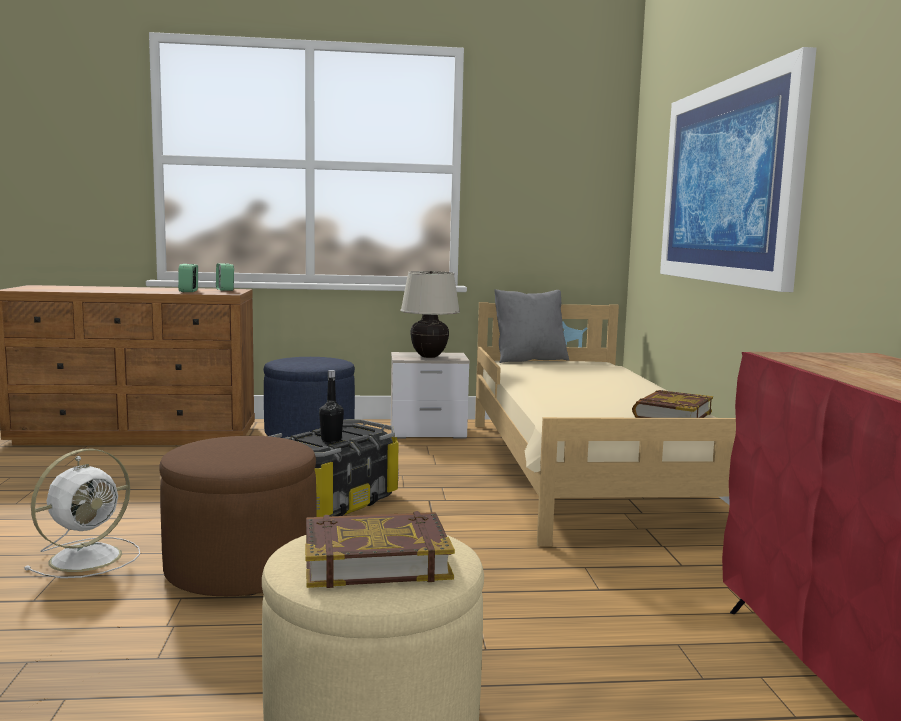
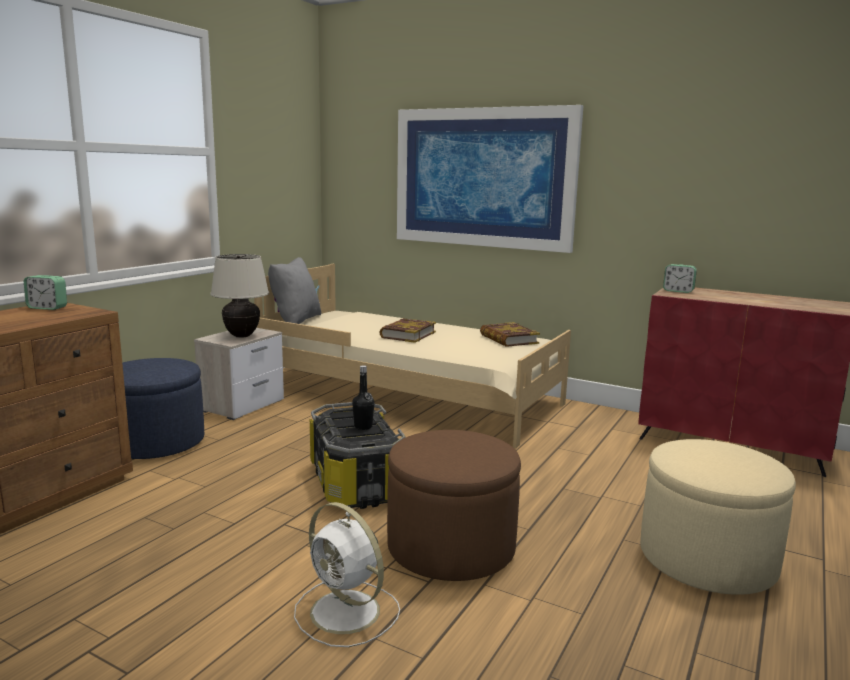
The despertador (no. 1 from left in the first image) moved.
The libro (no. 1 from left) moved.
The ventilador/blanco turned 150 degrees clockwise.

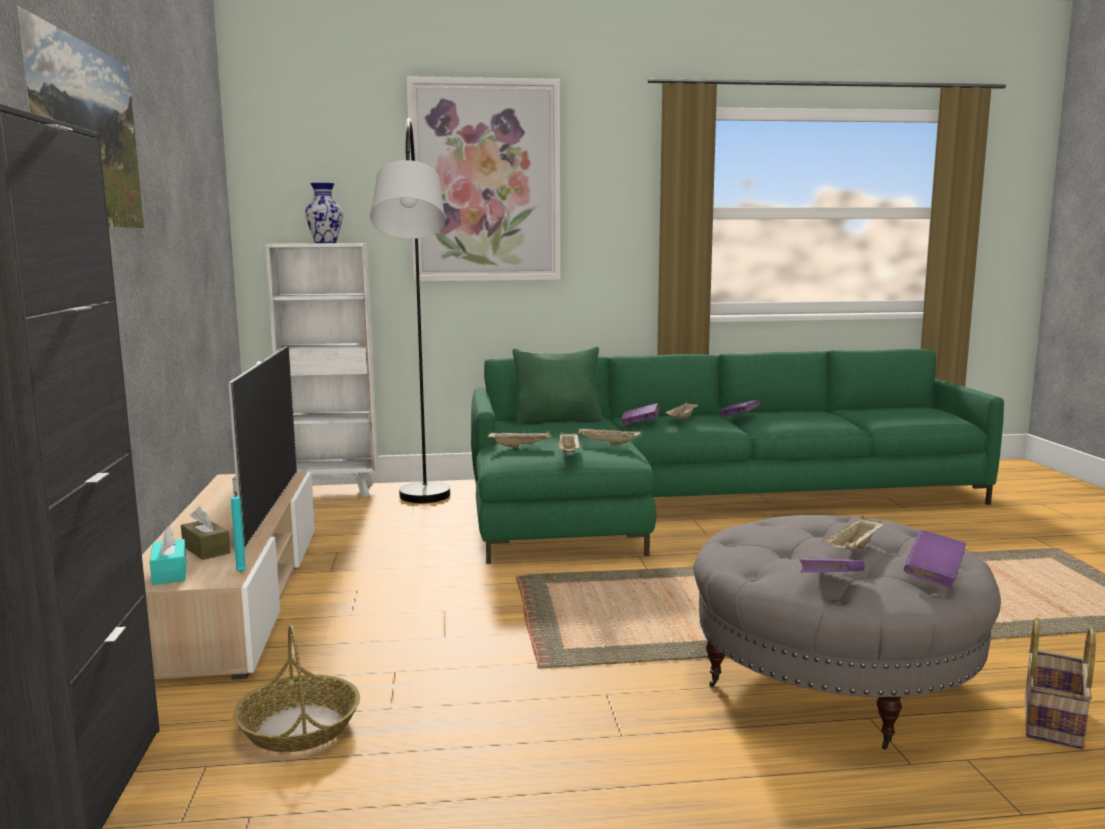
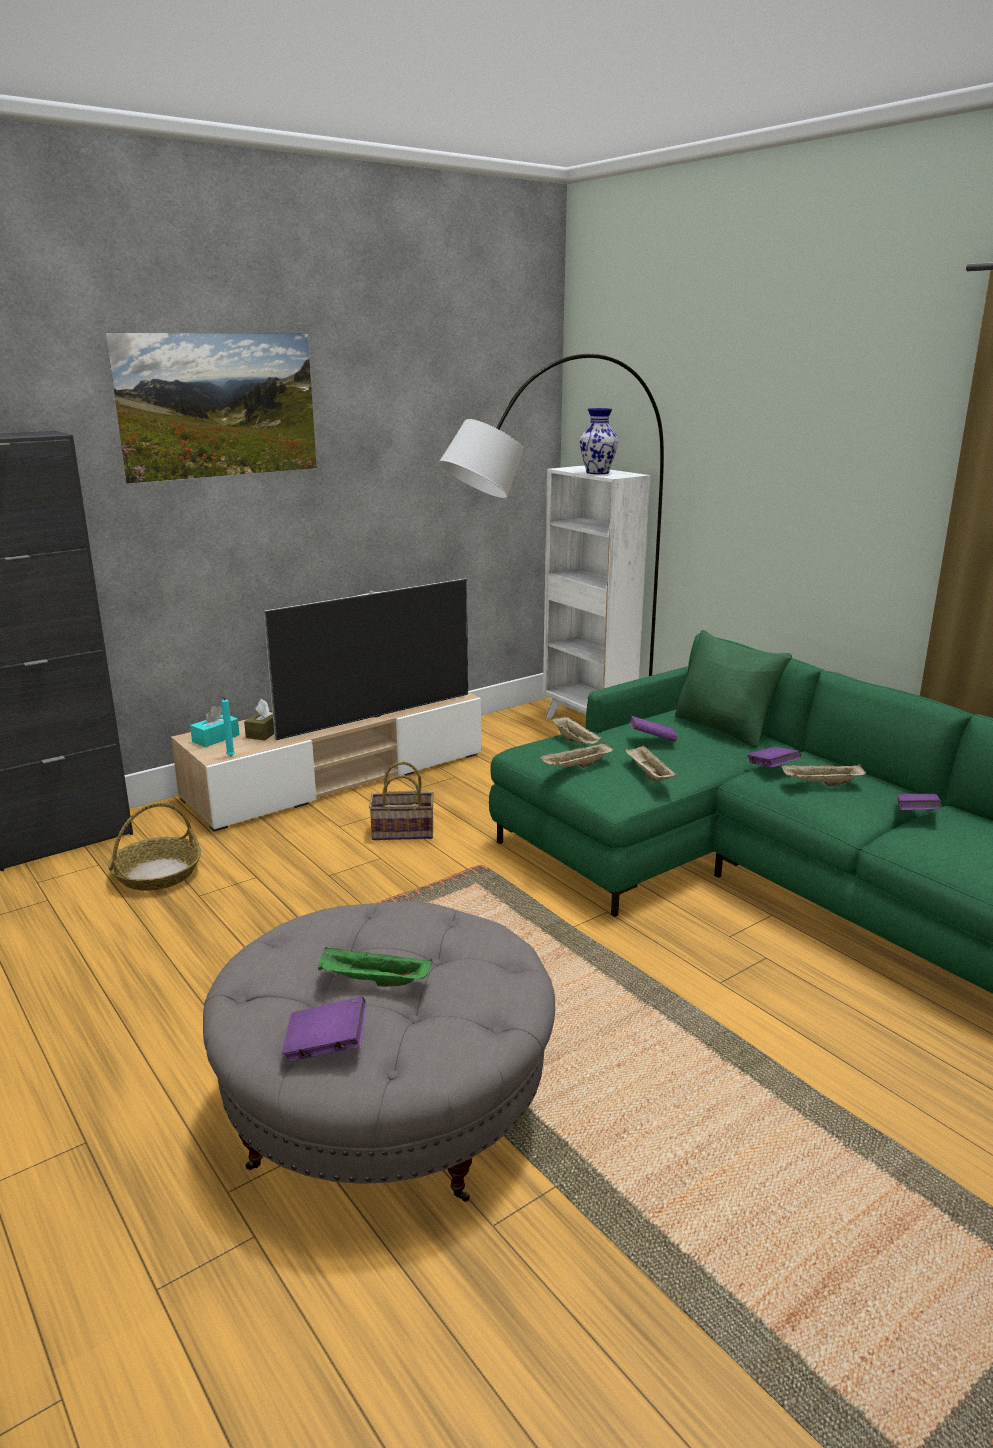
The cuadro (no. 2 from left) disappeared.
The libro/morado (no. 3 from left in the first image) moved.
The cesta (no. 2 from left) moved.
The bandeja/beis (no. 5 from left) became the bandeja/verde.

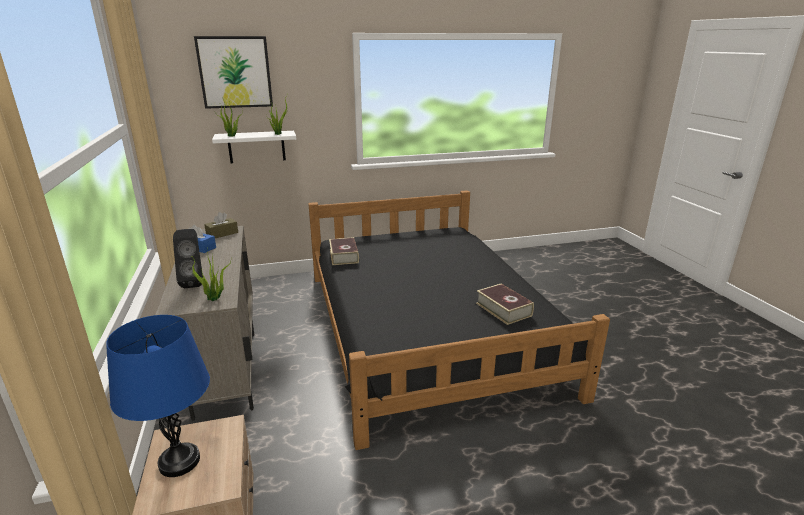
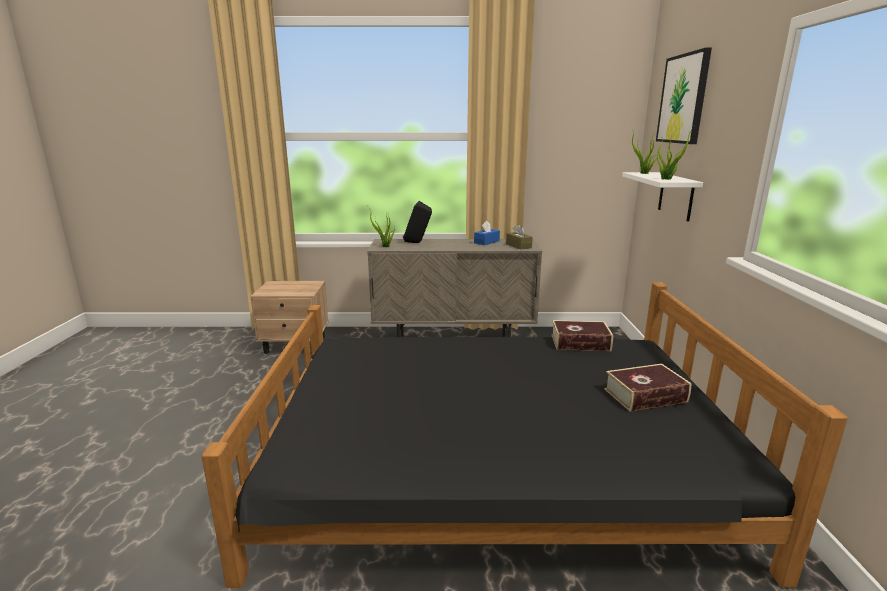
The lámpara de mesa/azul disappeared.
The libro (no. 2 from left) moved.

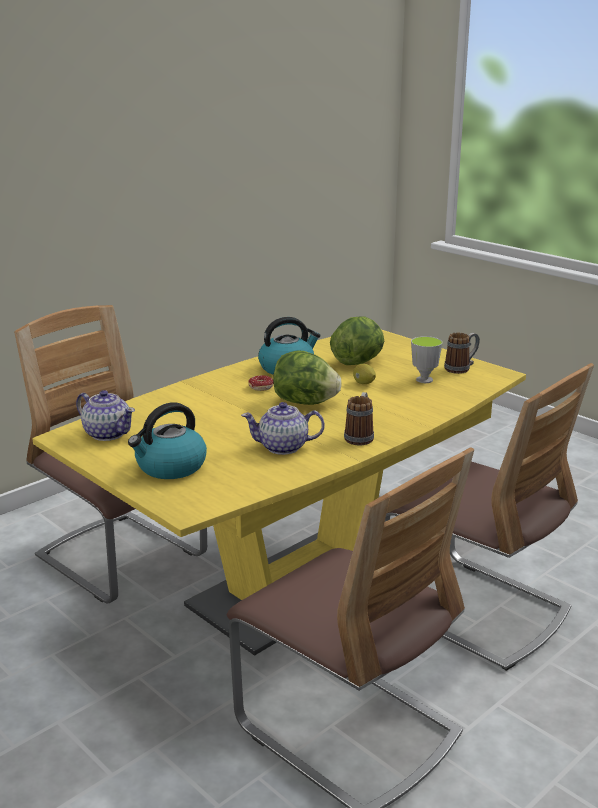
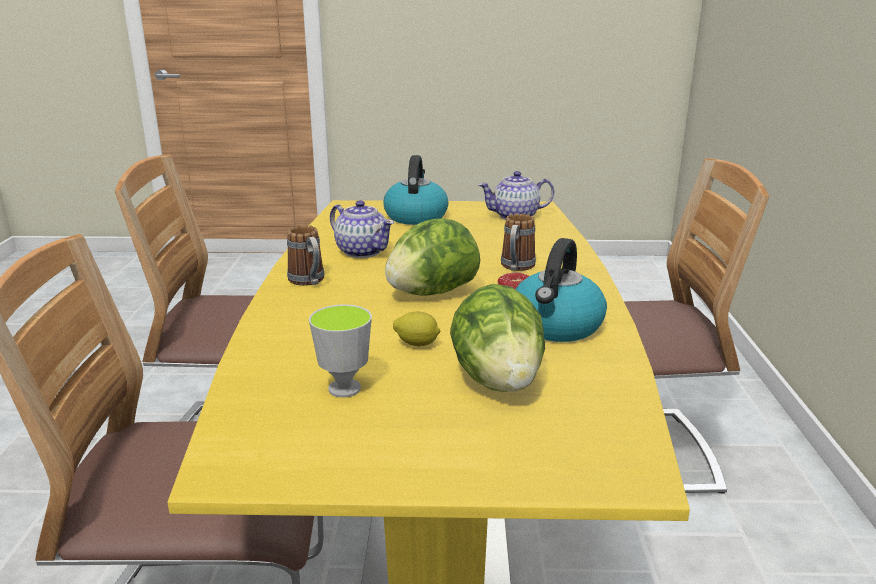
The taza grande (no. 2 from left) moved.
The tetera (no. 2 from left in the first image) turned 90 degrees clockwise.

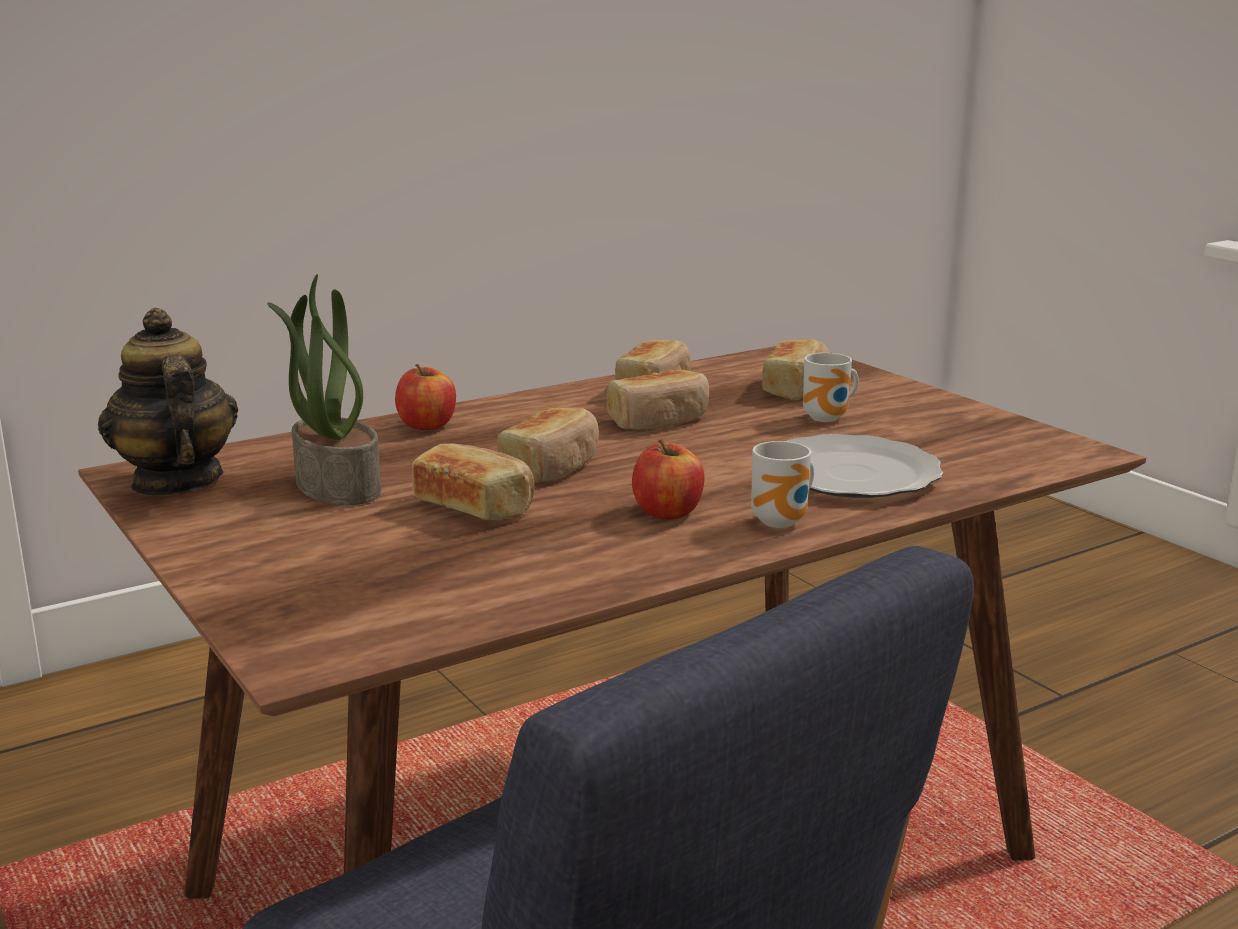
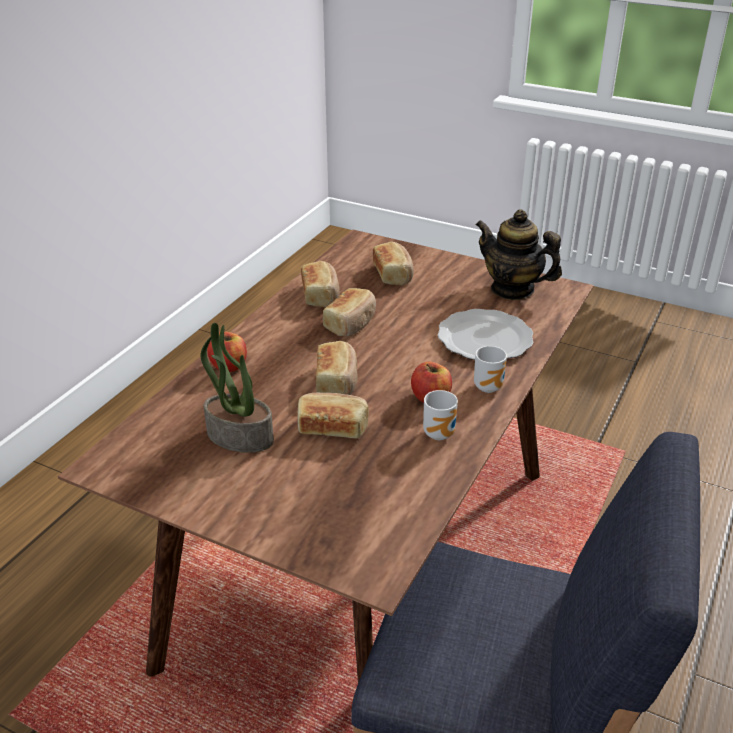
The tetera moved.
The taza grande (no. 2 from left in the first image) moved.

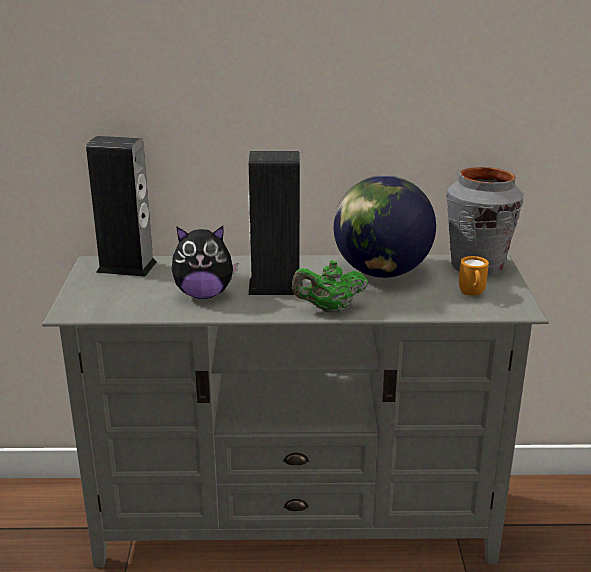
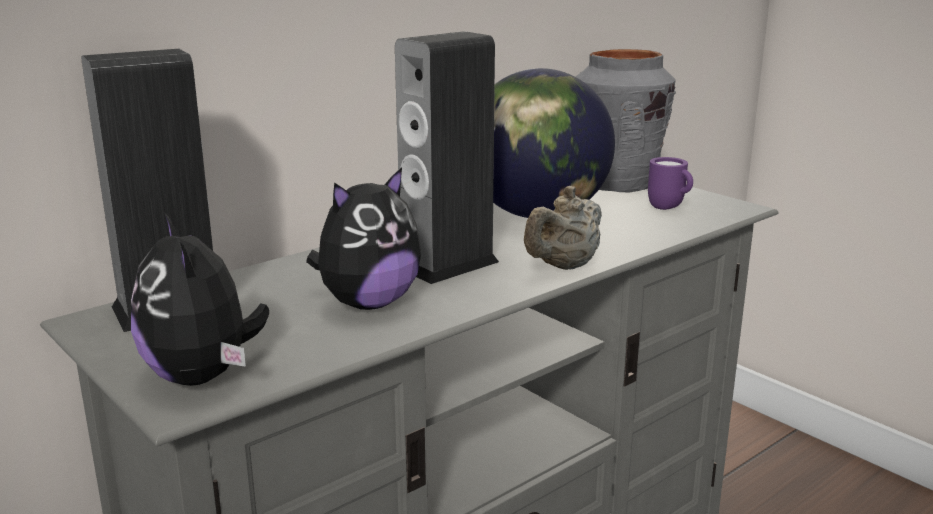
The peluche (no. 1 from left) appeared.
The tetera/verde became the tetera/beis.
The taza grande/naranja became the taza grande/morado.

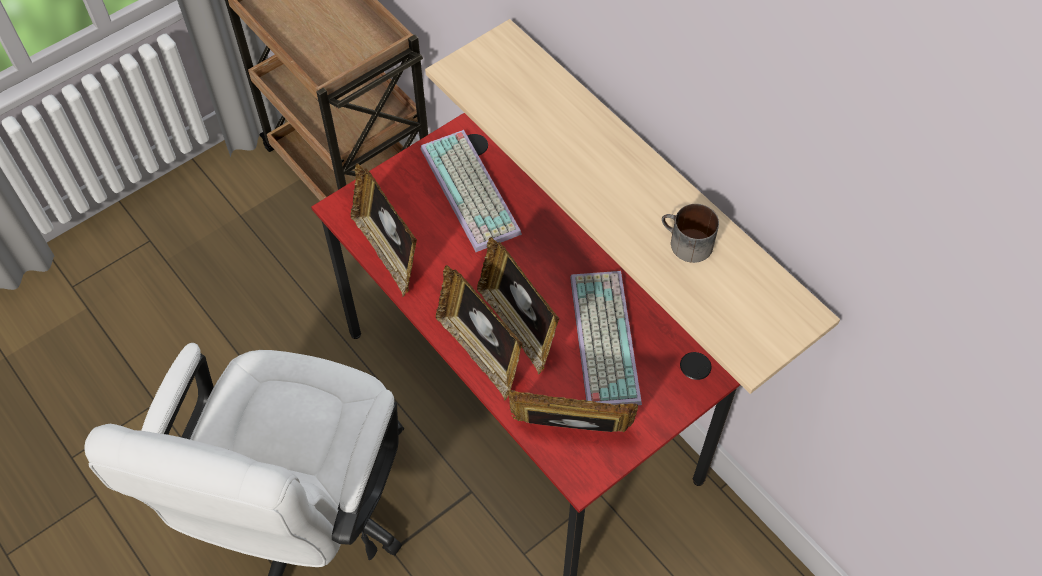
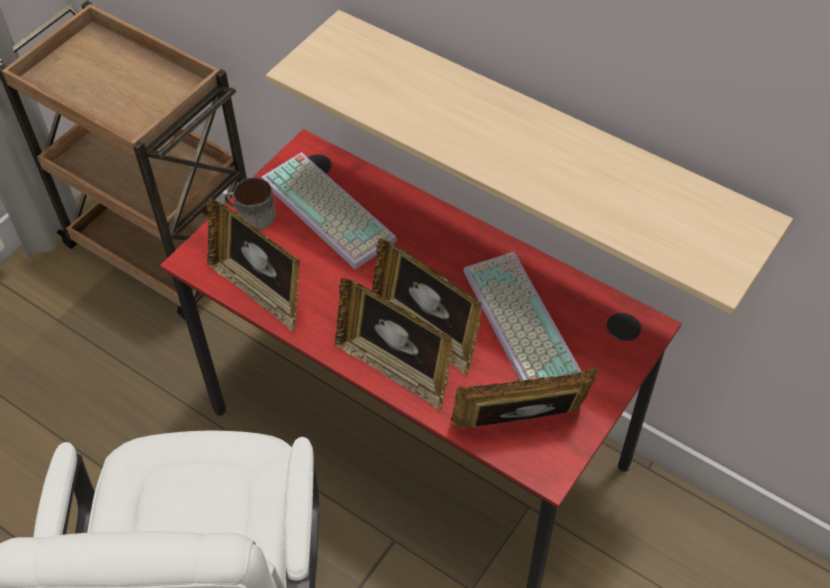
The taza grande moved.

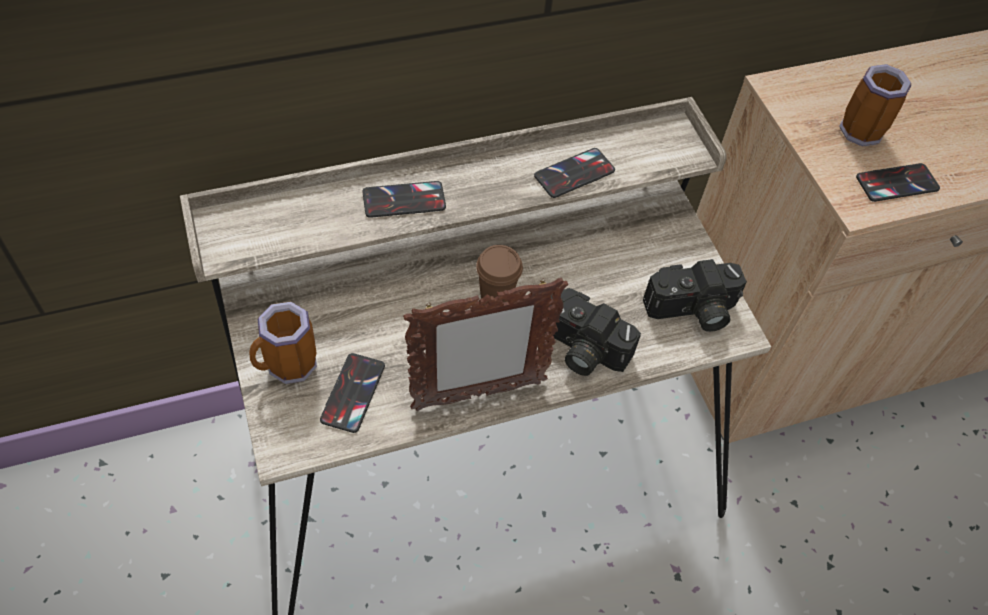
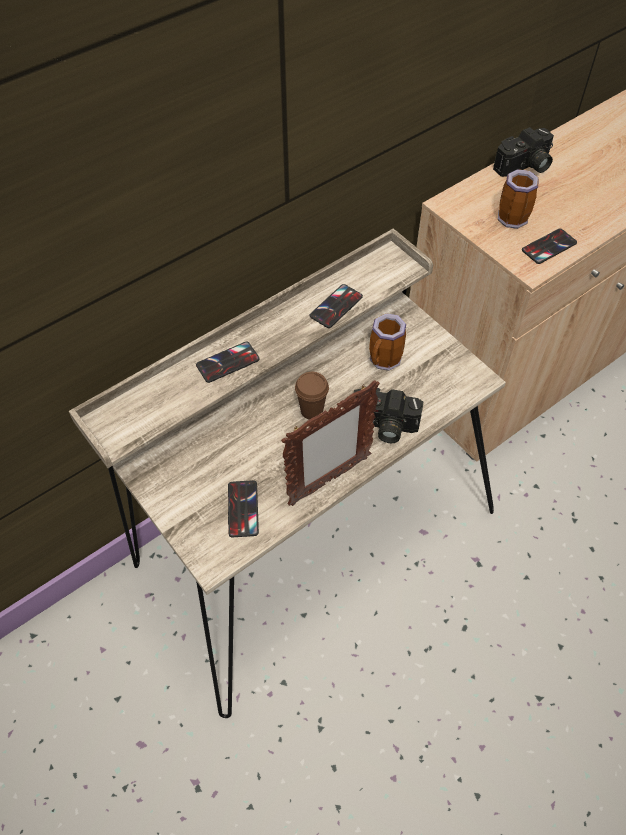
The taza grande (no. 1 from left) moved.
The cámara (no. 2 from left) moved.

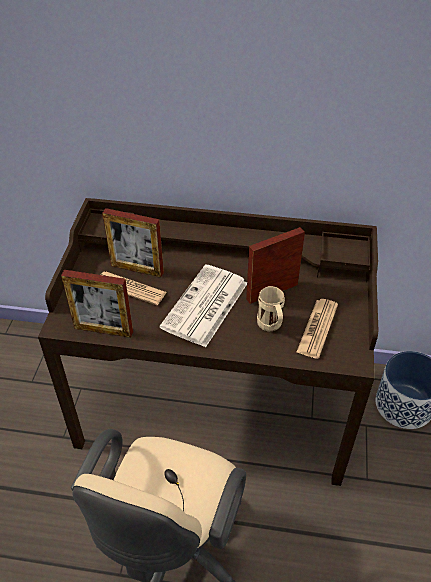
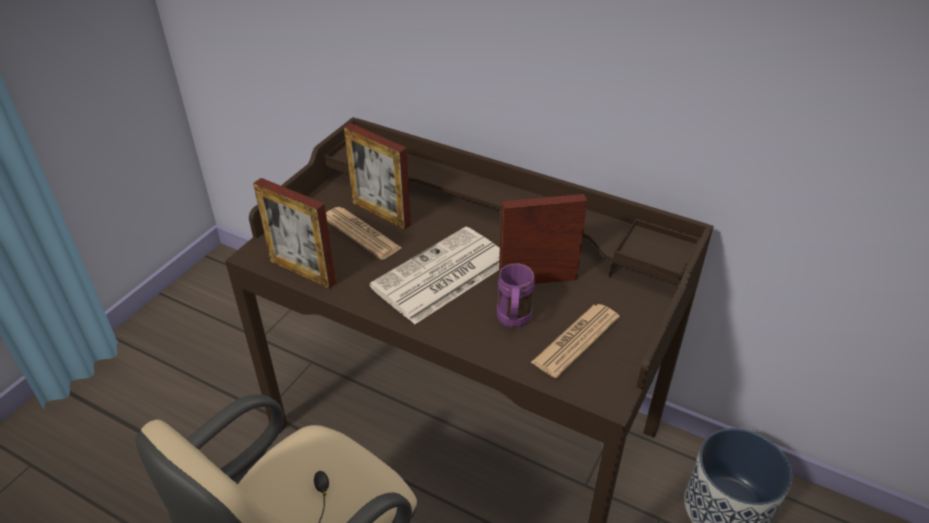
The taza grande/beis became the taza grande/morado.

